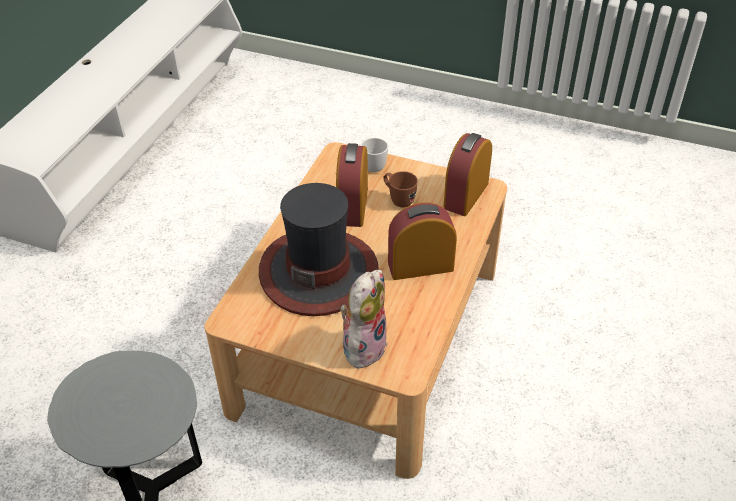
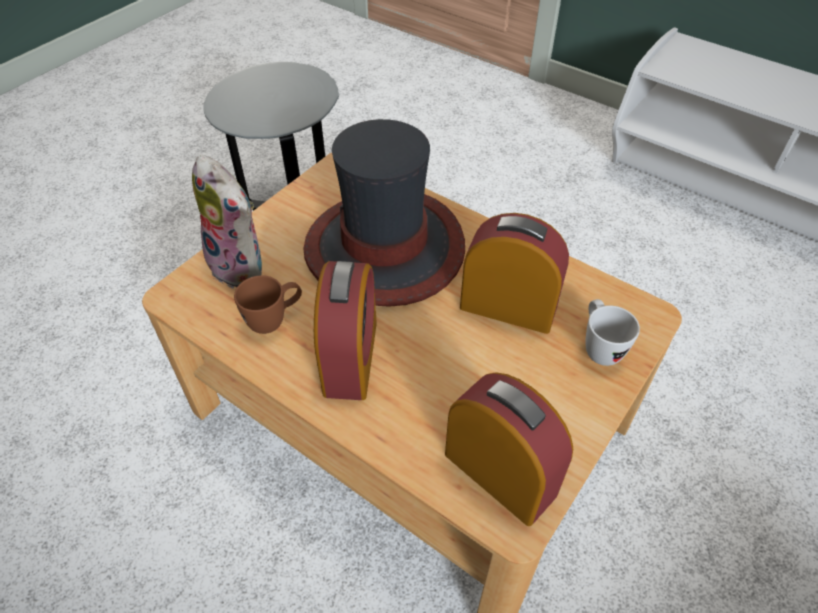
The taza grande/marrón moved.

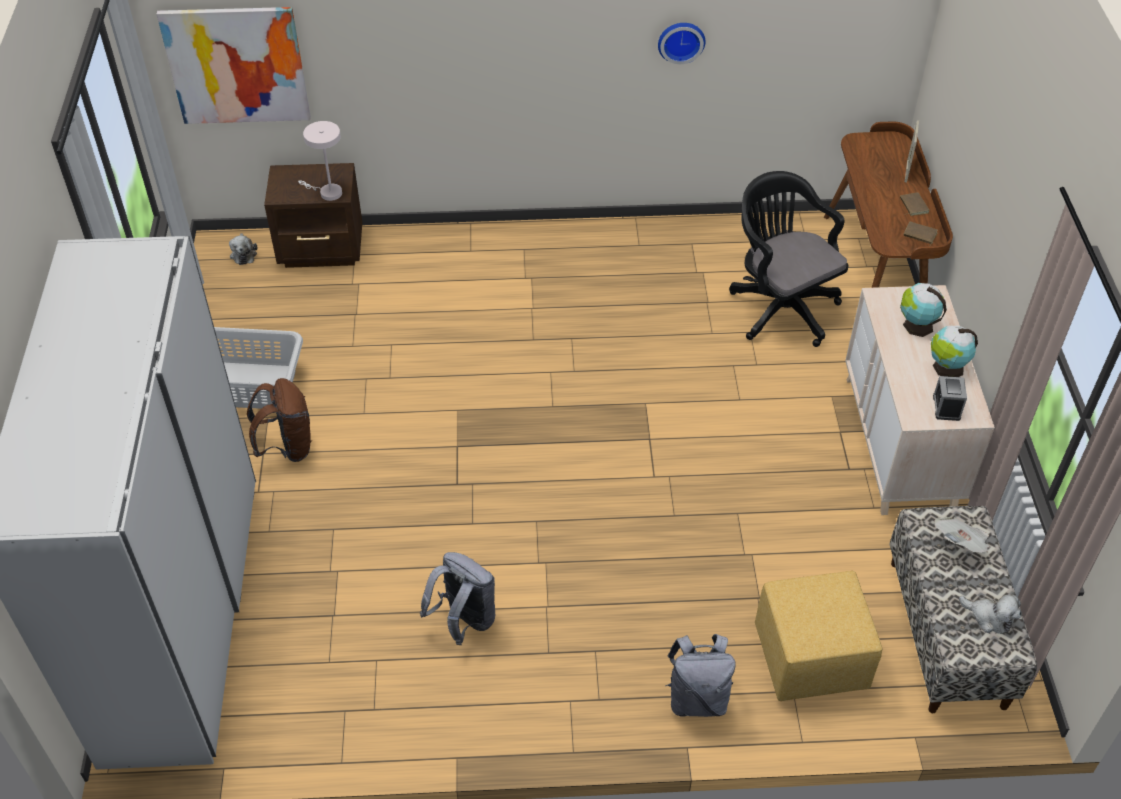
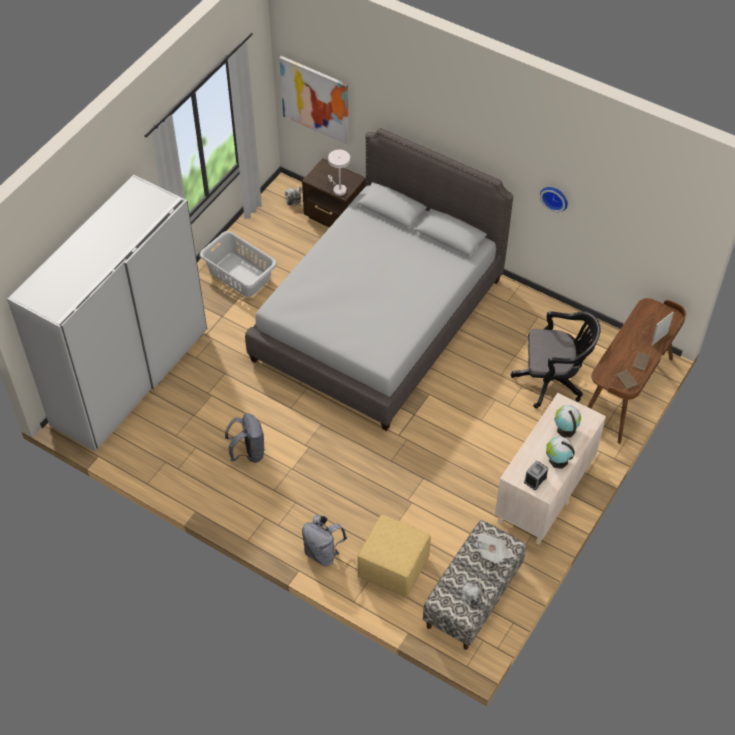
The mochila/marrón disappeared.
The cama/gris appeared.
The silla de oficina/negro turned 90 degrees clockwise.

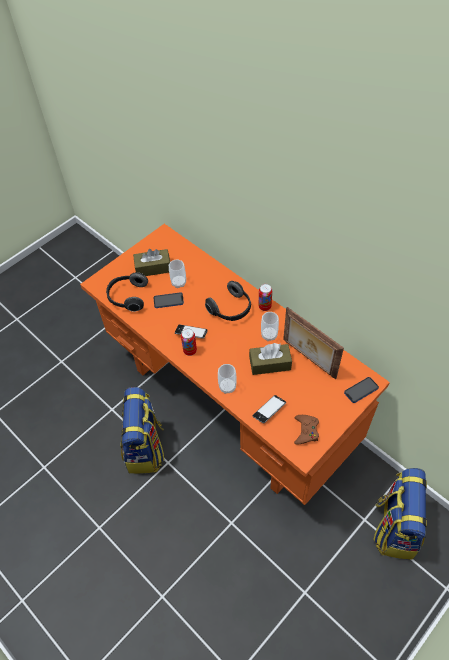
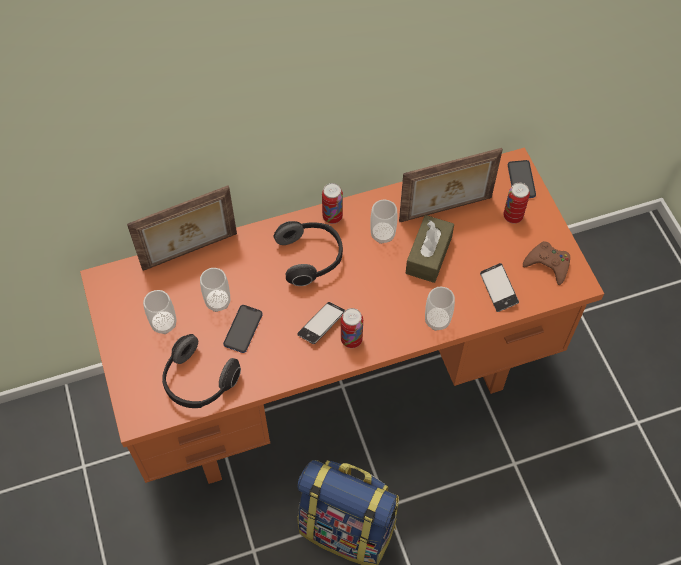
The mochila (no. 2 from left) disappeared.
The portarretratos (no. 1 from left) appeared.
The lata (no. 3 from left) appeared.
The caja de pañuelos/marrón (no. 1 from left) was replaced by the taza (no. 1 from left).

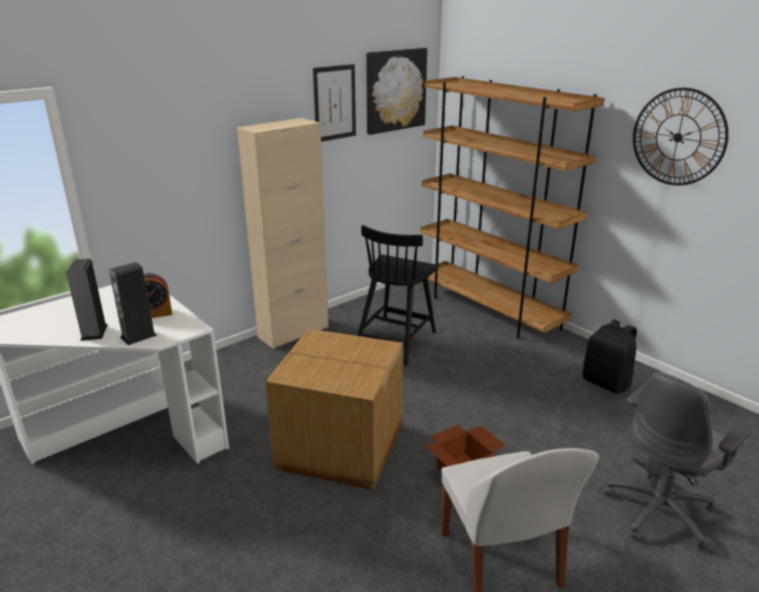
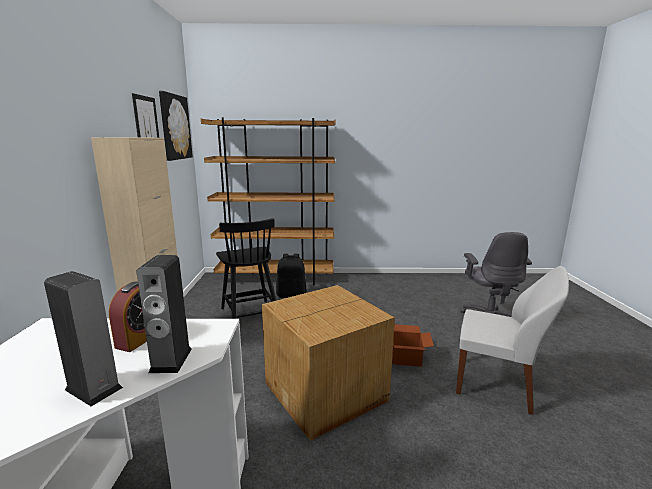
The reloj de pared disappeared.
The mochila/negro moved.

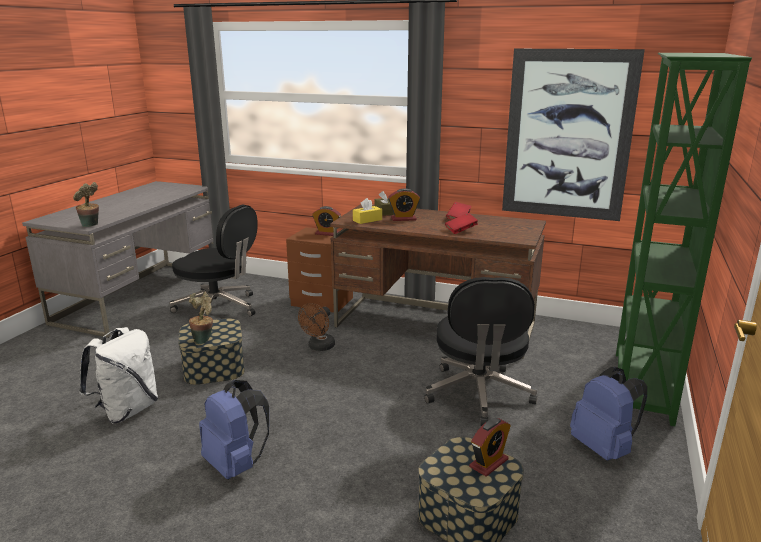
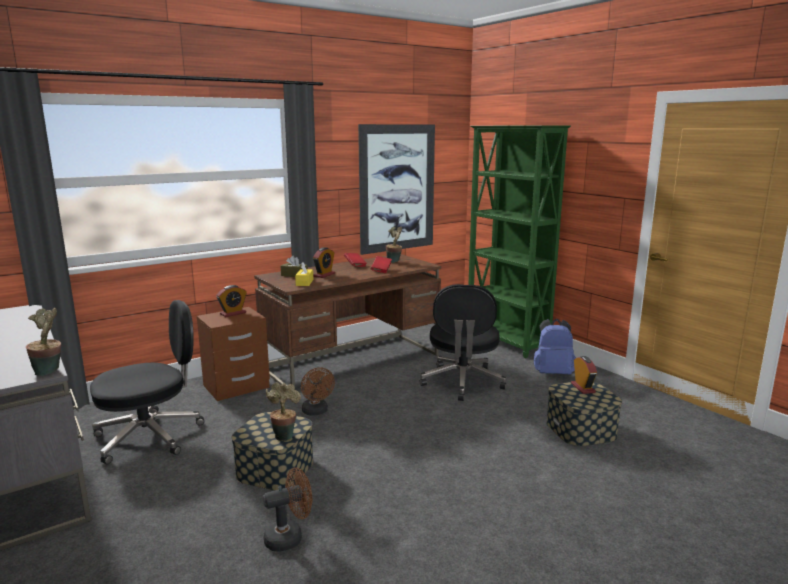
The mochila/azul (no. 1 from left) disappeared.
The planta en maceta (no. 3 from left) appeared.
The mochila/blanco was replaced by the ventilador/marrón (no. 1 from left).
The silla de oficina/negro (no. 2 from left) turned 60 degrees clockwise.

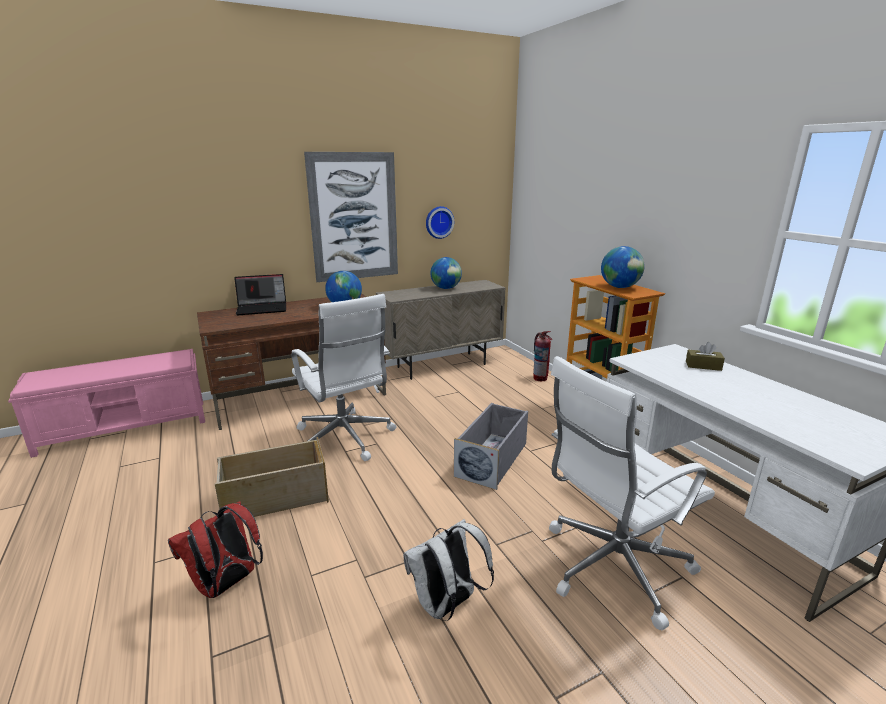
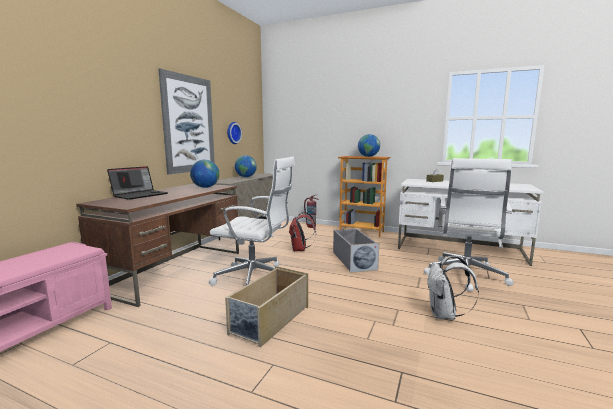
The mochila/rojo moved.

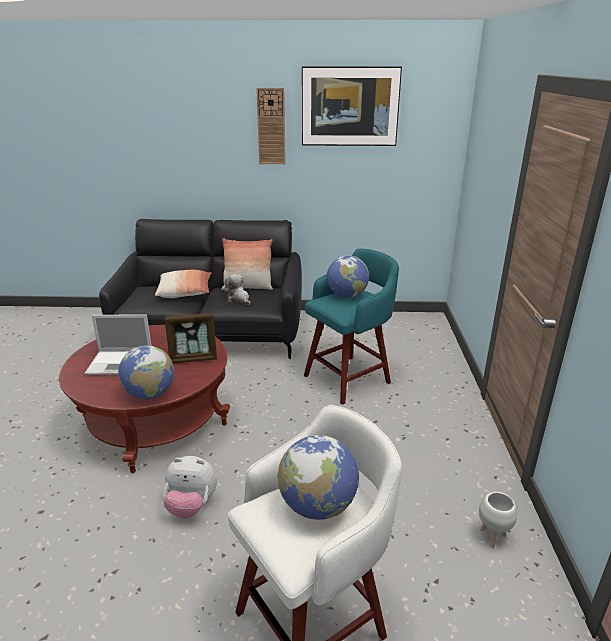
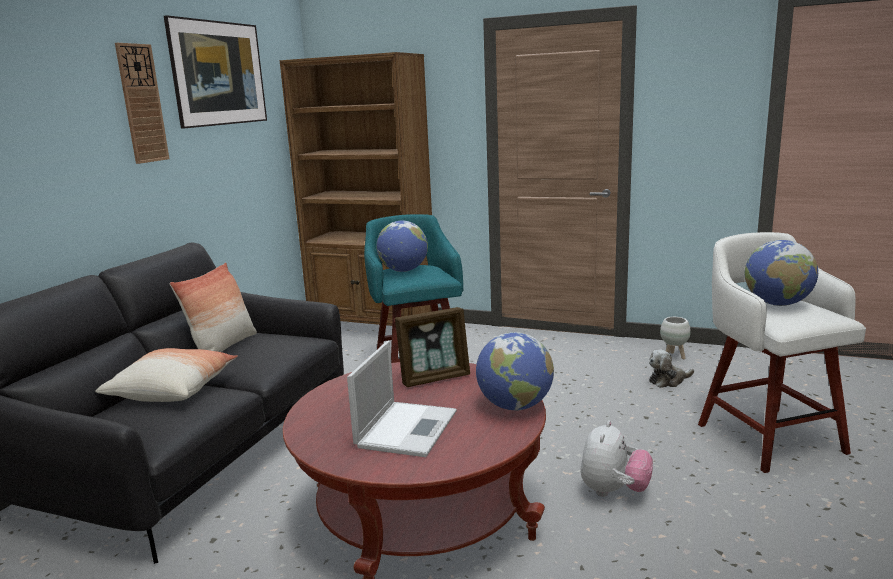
The estantería/marrón appeared.
The peluche (no. 2 from left) moved.
The portarretratos turned 60 degrees clockwise.

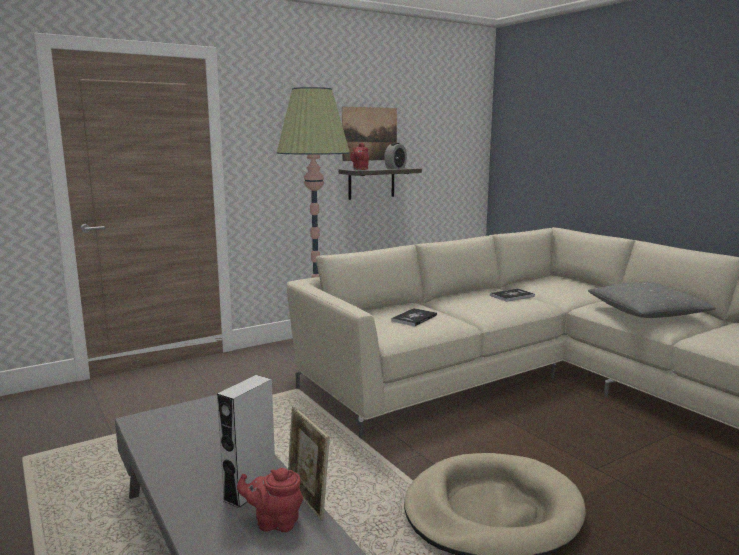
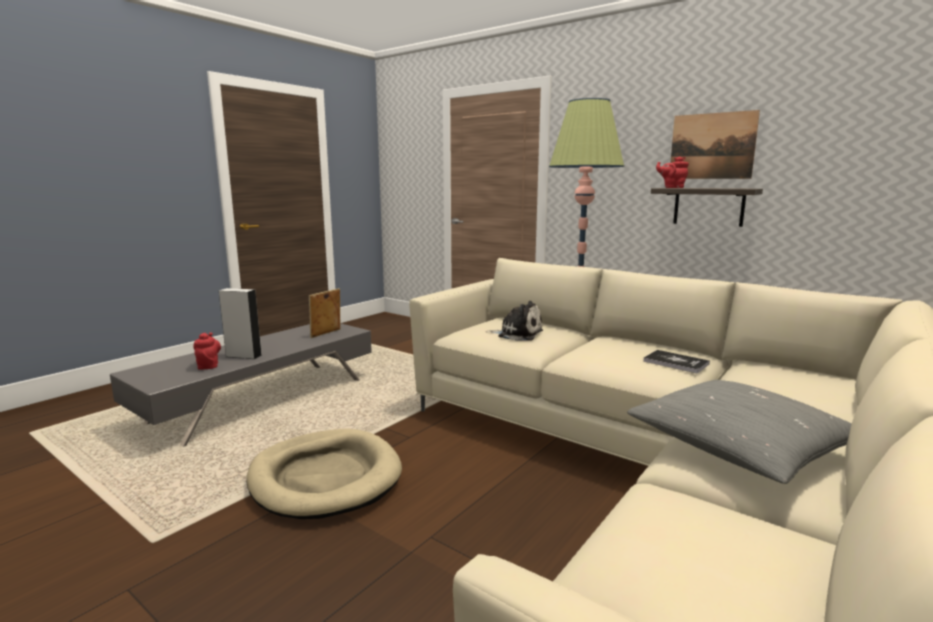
The despertador disappeared.
The portarretratos moved.
The libro (no. 1 from left) was replaced by the peluche.

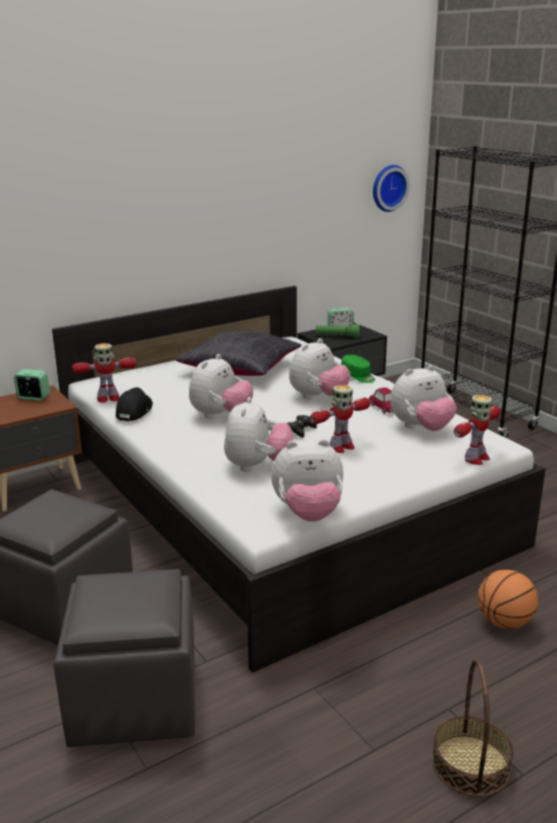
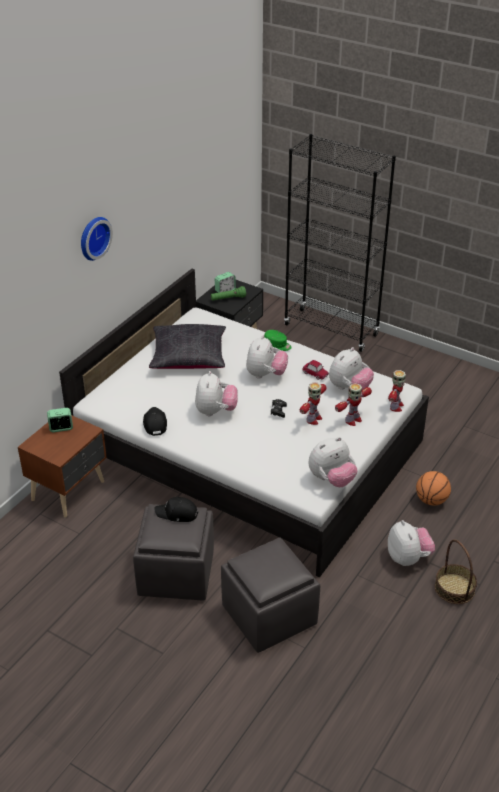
The gorra/negro (no. 2 from left) appeared.
The robot de juguete (no. 1 from left in the first image) moved.
The peluche (no. 2 from left in the first image) moved.
The reloj de pared moved.

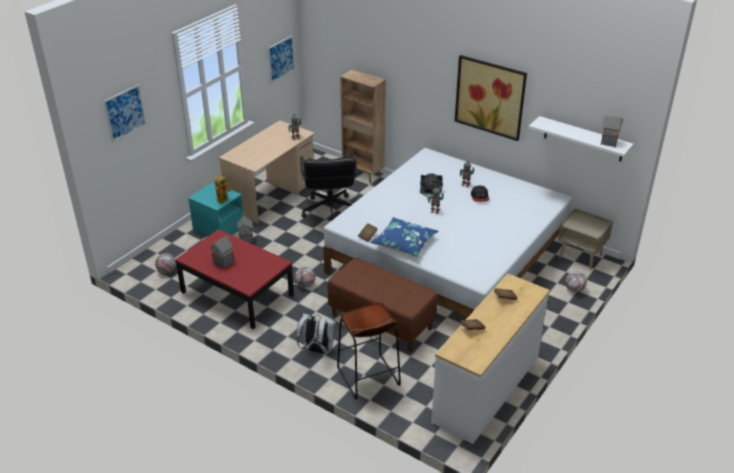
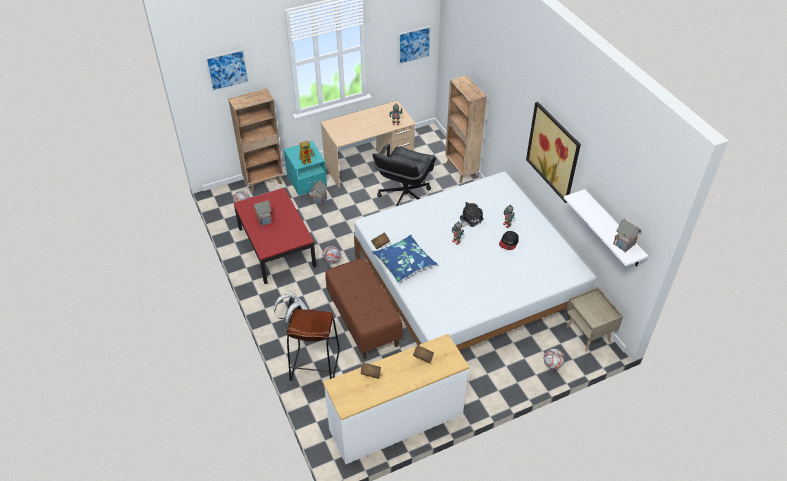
The estantería/marrón (no. 1 from left) appeared.

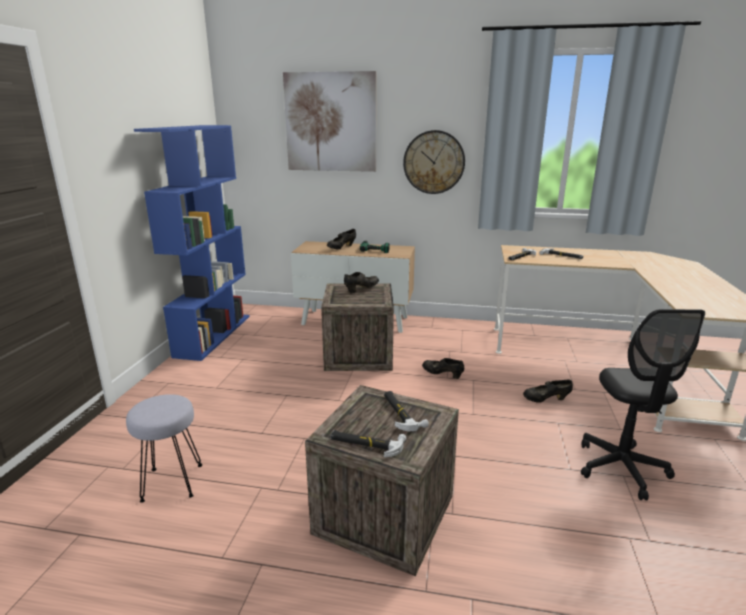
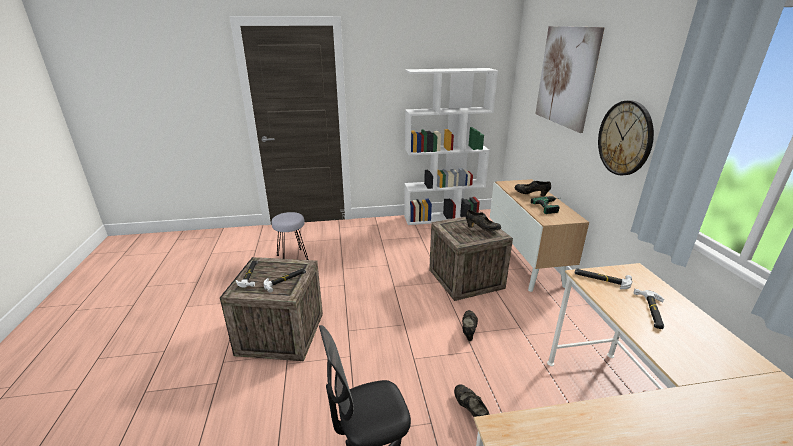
The estantería/azul became the estantería/blanco.

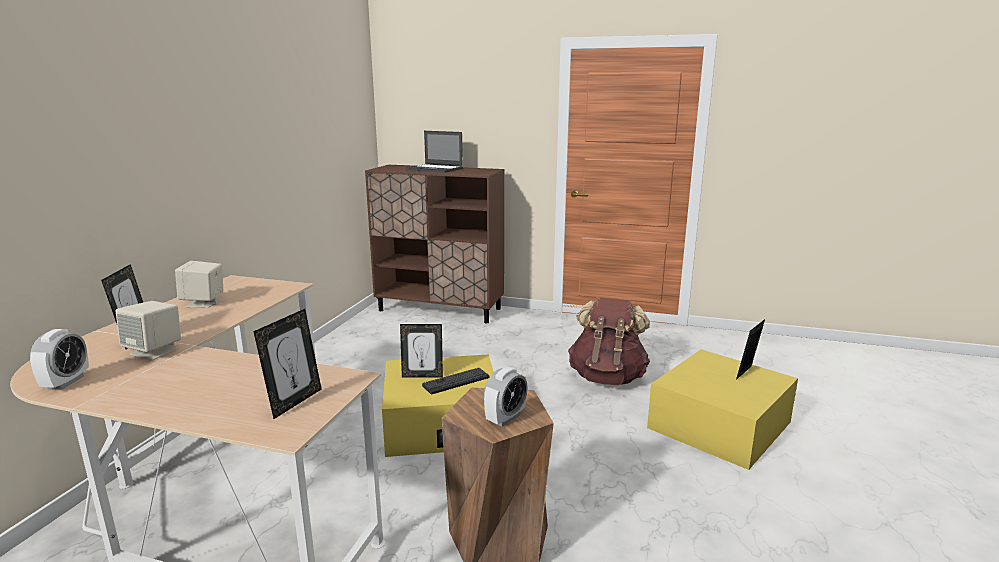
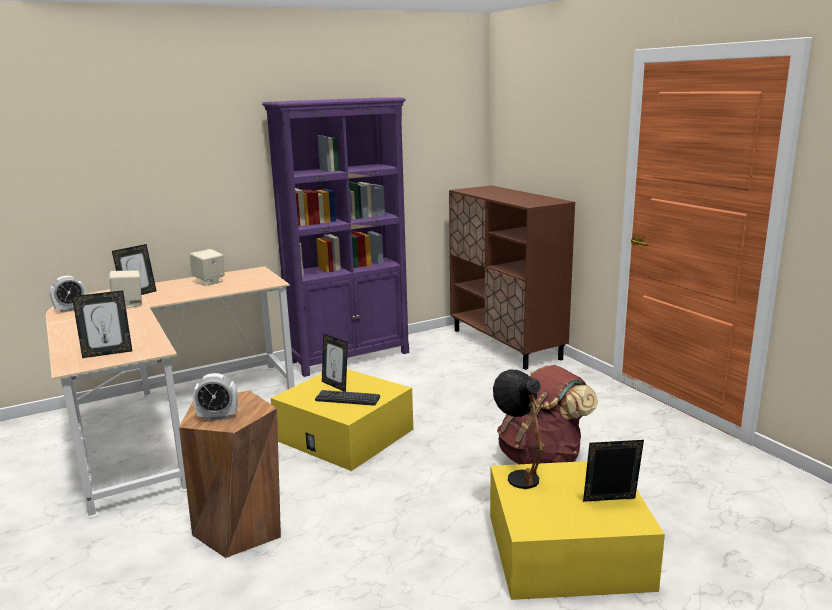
The portátil disappeared.
The estantería/morado appeared.
The lámpara de mesa/negro appeared.

